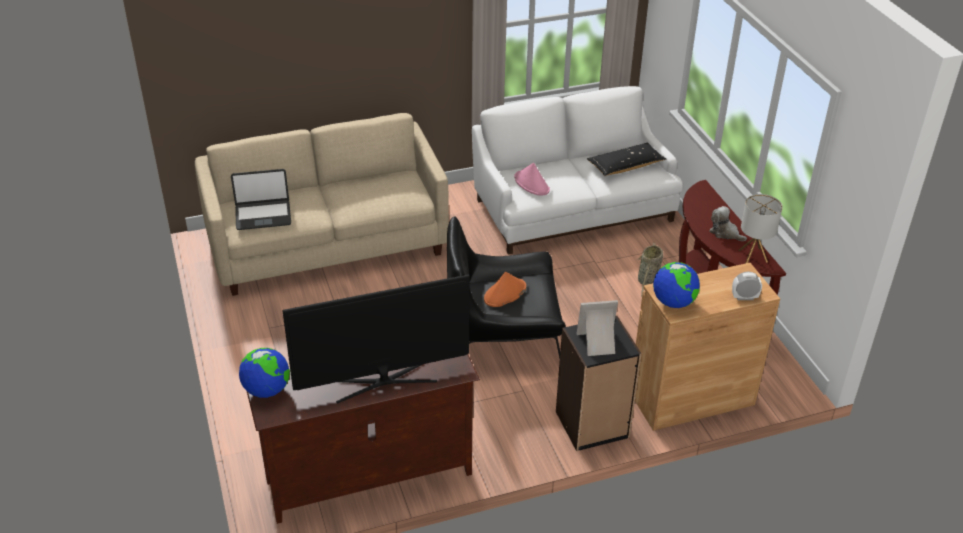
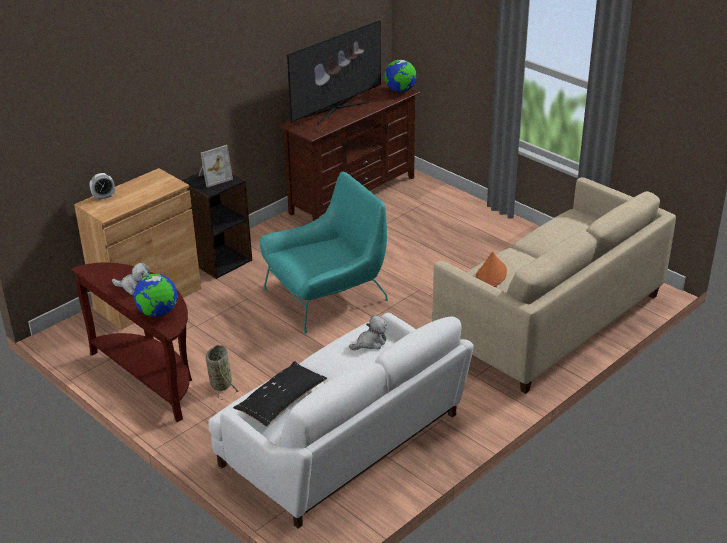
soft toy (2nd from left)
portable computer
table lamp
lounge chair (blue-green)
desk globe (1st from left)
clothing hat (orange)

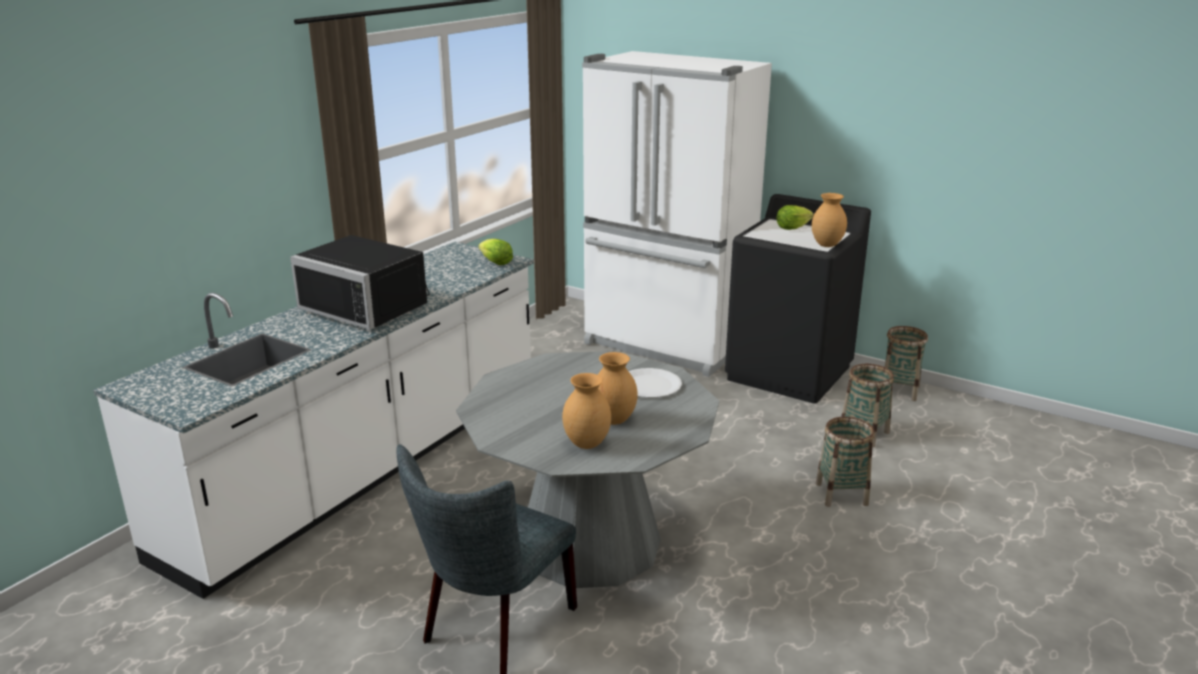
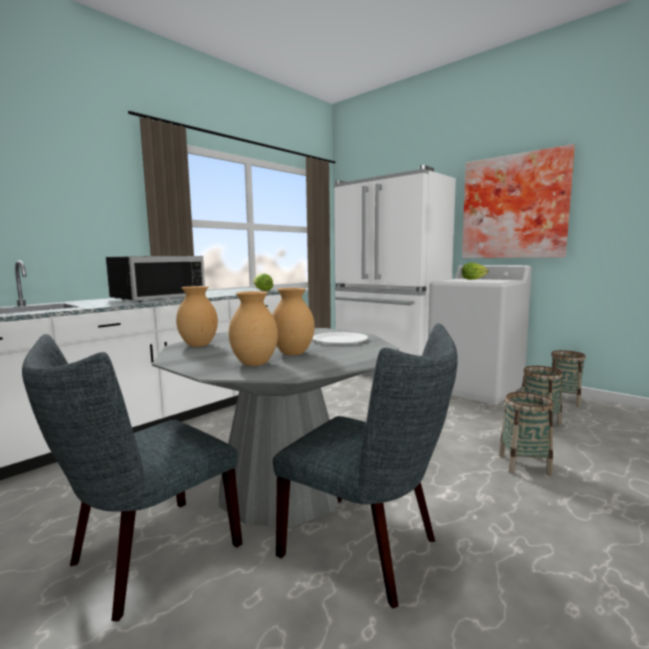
flower vase (brown) (1st from left)
washing machine (whitish)
microwave oven (black-coloured)
wall picture
chair (gray) (2nd from left)

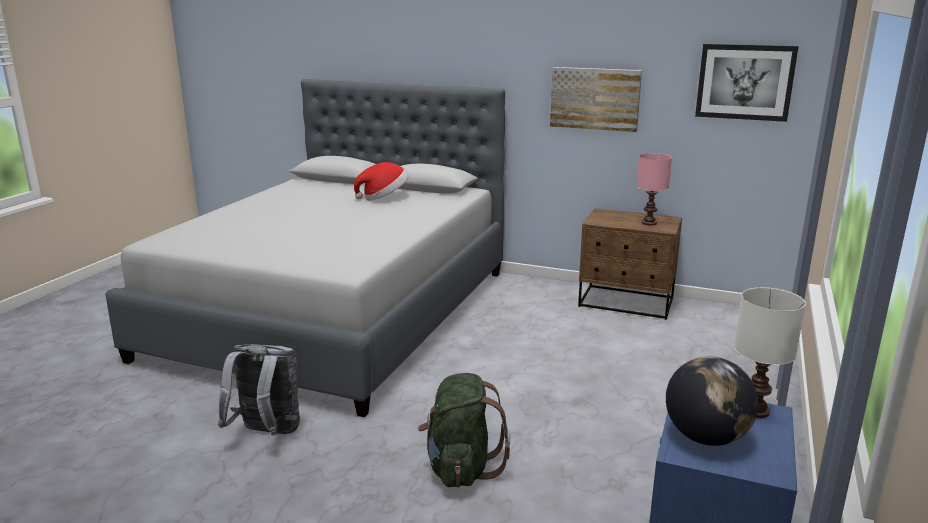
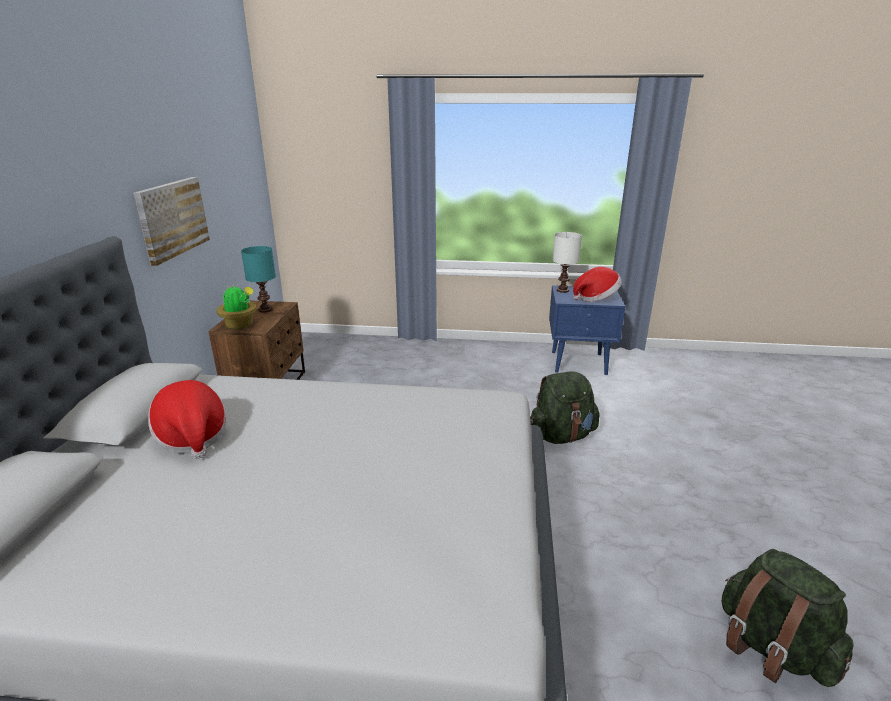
wall picture (2nd from left in the first image)
table lamp (blue-green)
rucksack (gray)
clothing hat (2nd from left)
houseplant
rucksack (greenish) (2nd from left)

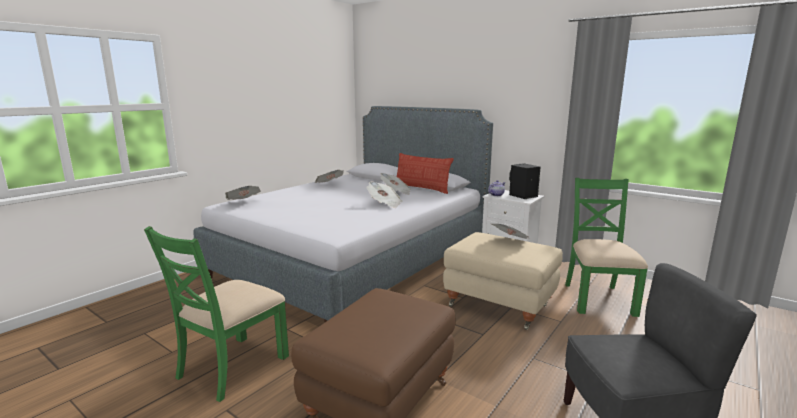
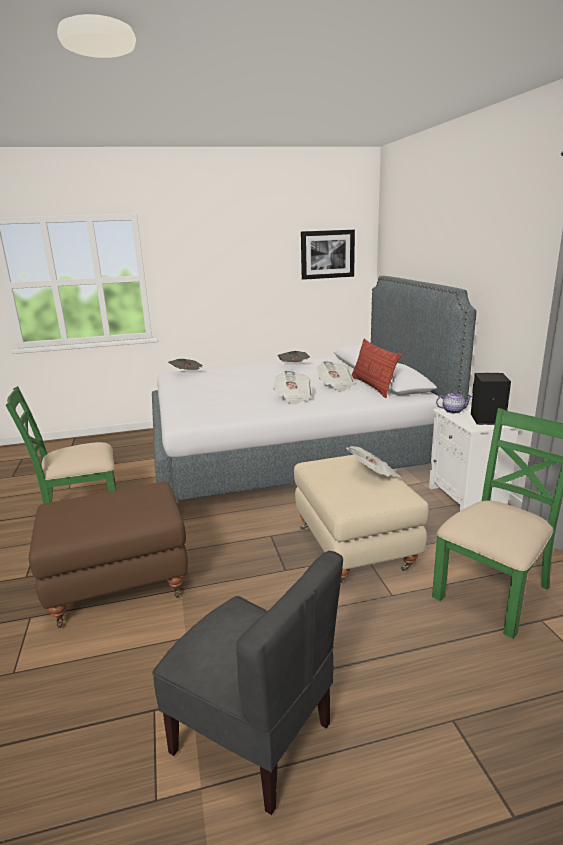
wall picture

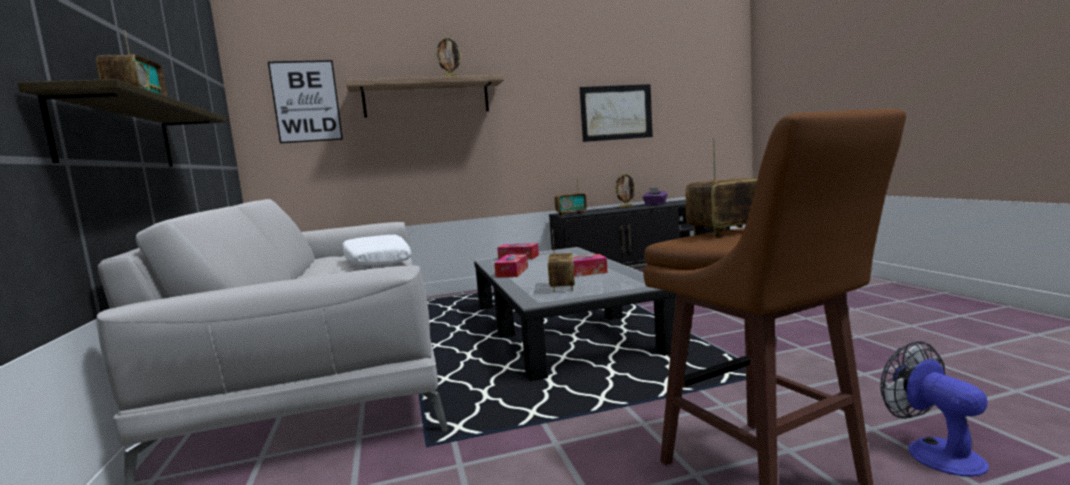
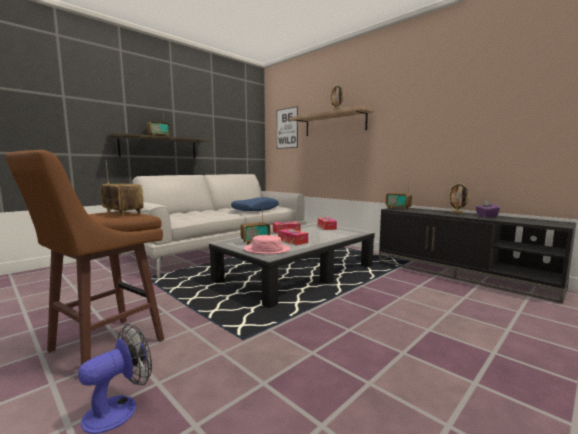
wall picture (2nd from left in the first image)
cushion (bluish)
clothing hat (pinkish)

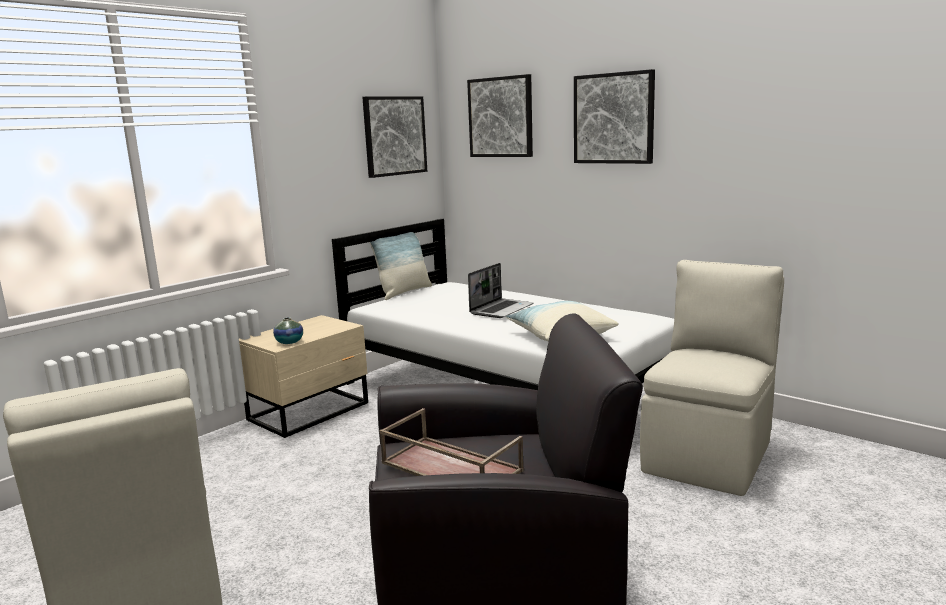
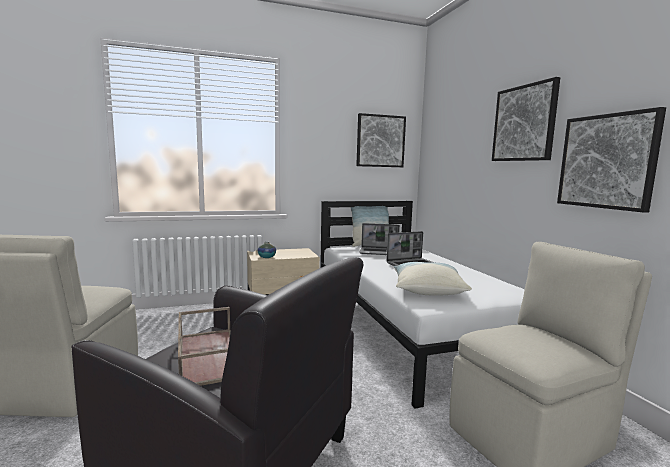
wall picture (3rd from left)
portable computer (1st from left)

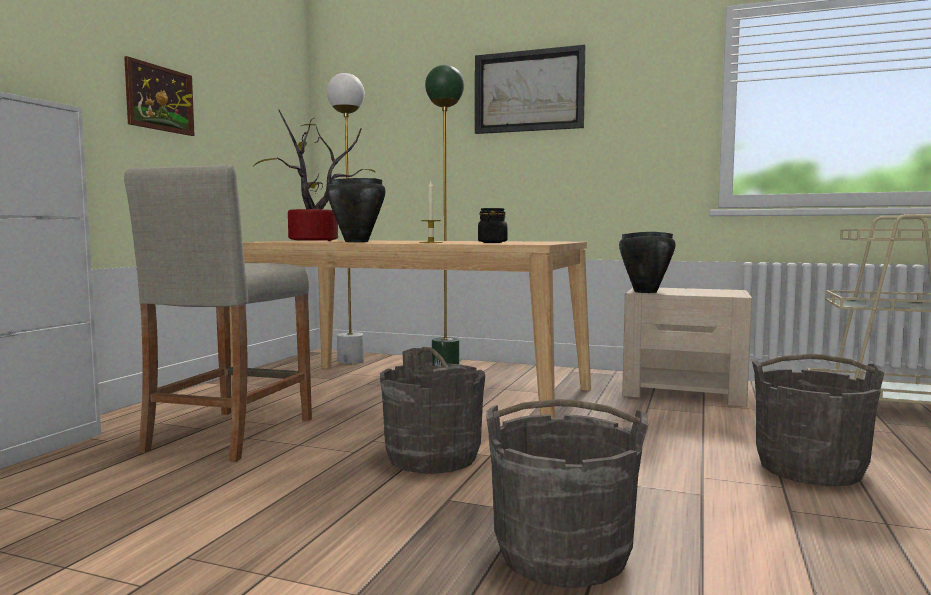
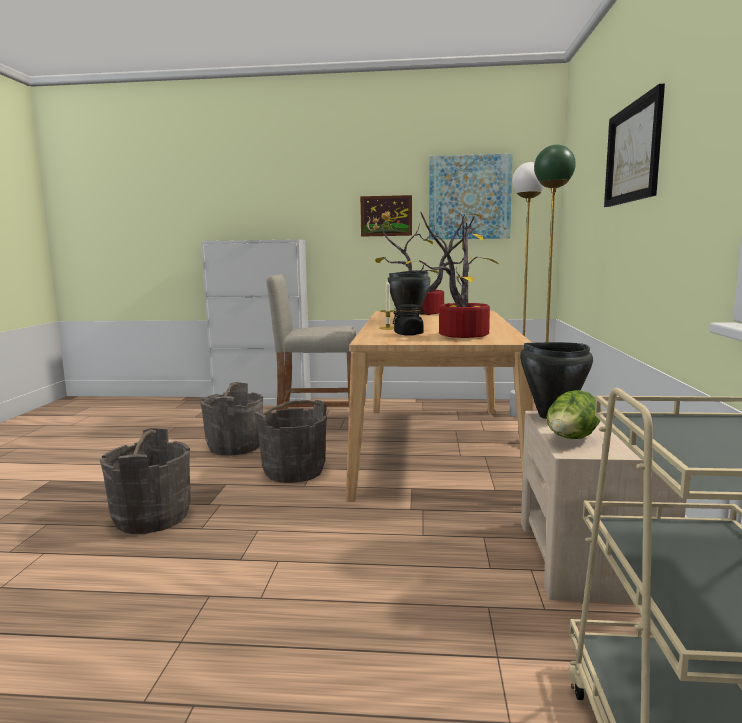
pail (gray) (2nd from left)
wall picture (2nd from left)
houseplant (2nd from left)
lettuce

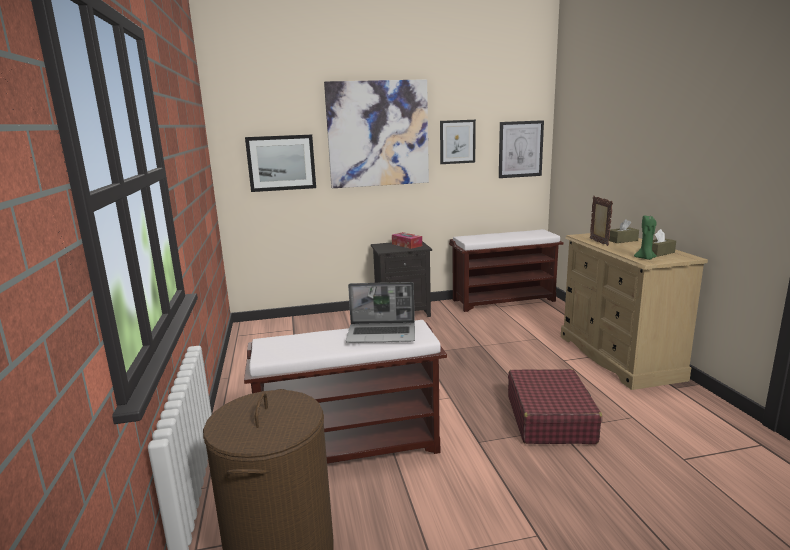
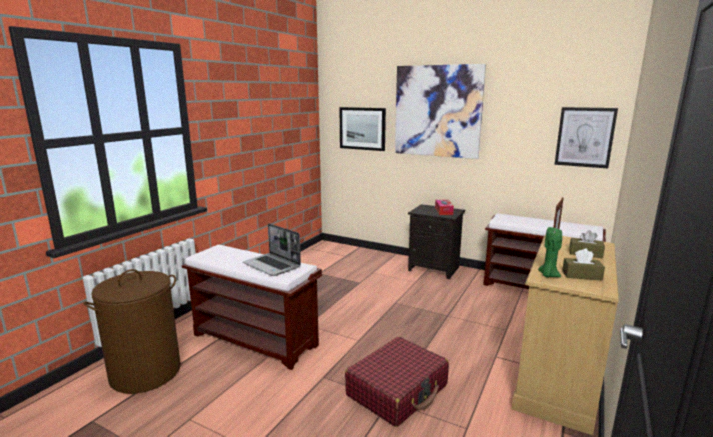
wall picture (3rd from left in the first image)

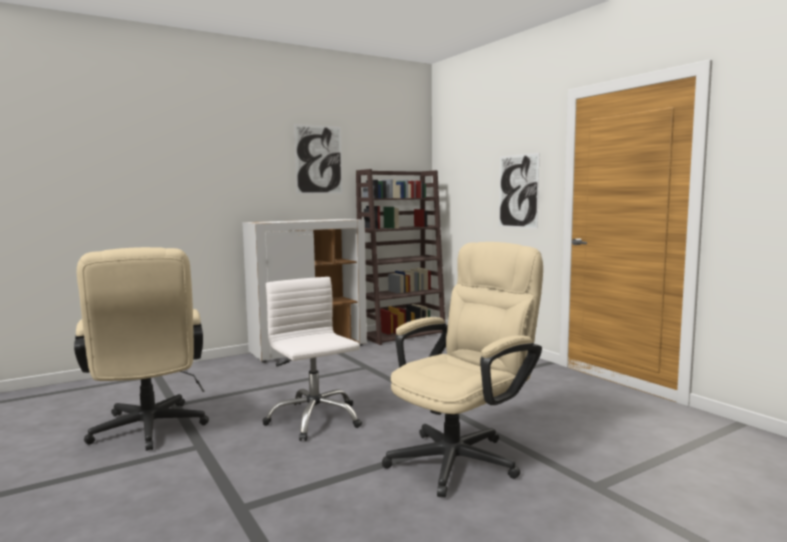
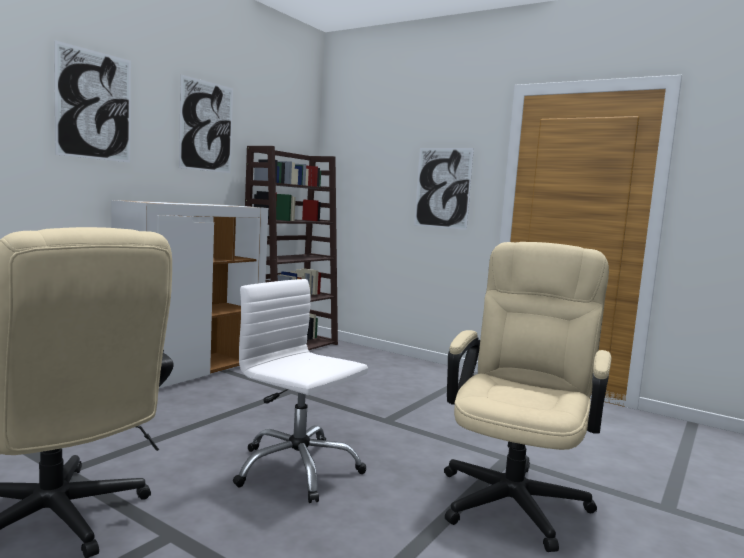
wall picture (1st from left)

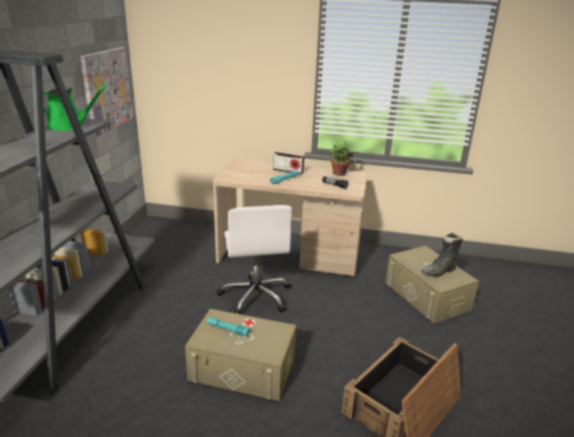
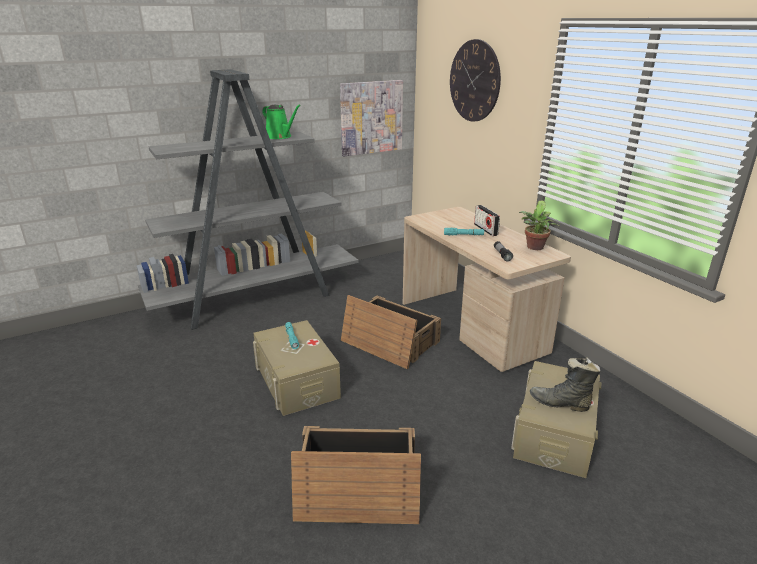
crate (2nd from left)
hanging clock

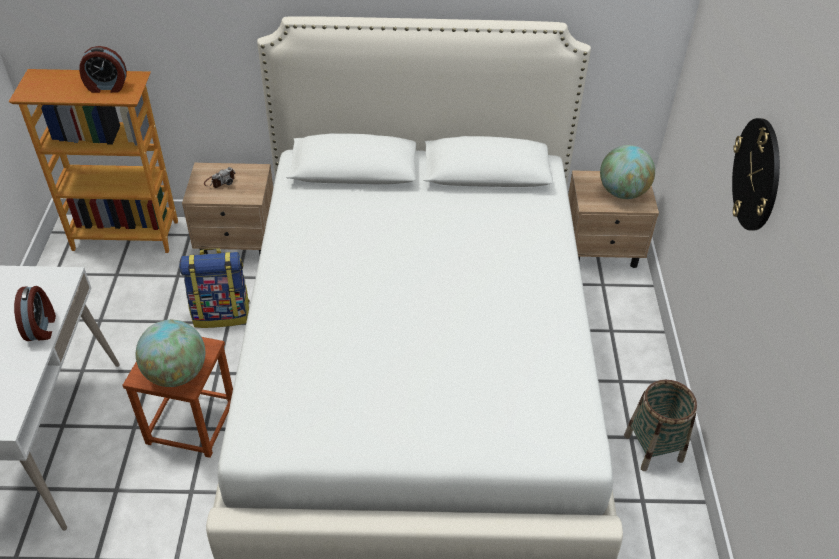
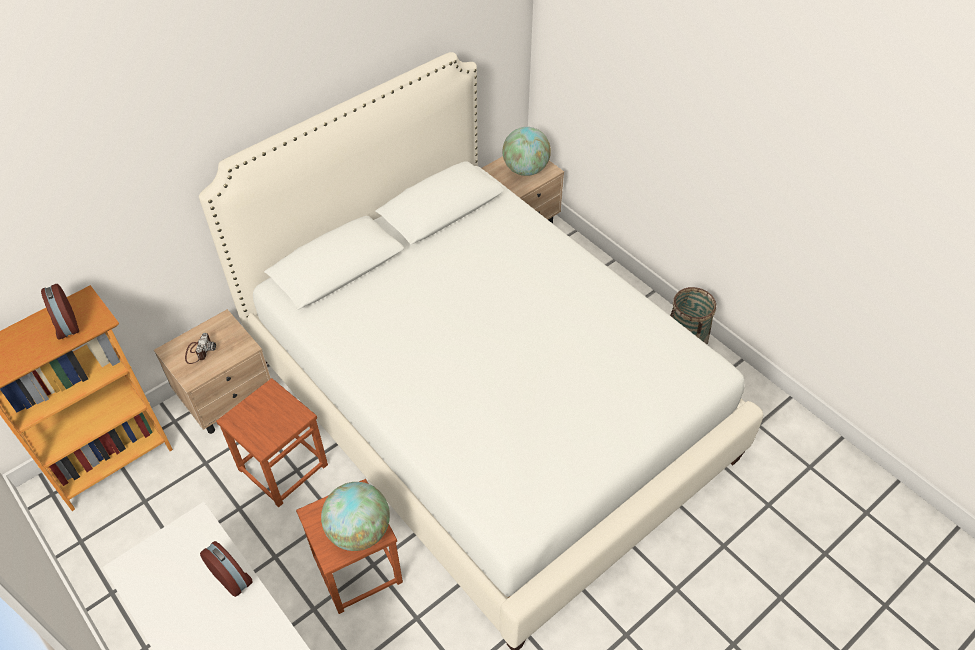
table clock (1st from left)
hanging clock
stool (brown) (1st from left)

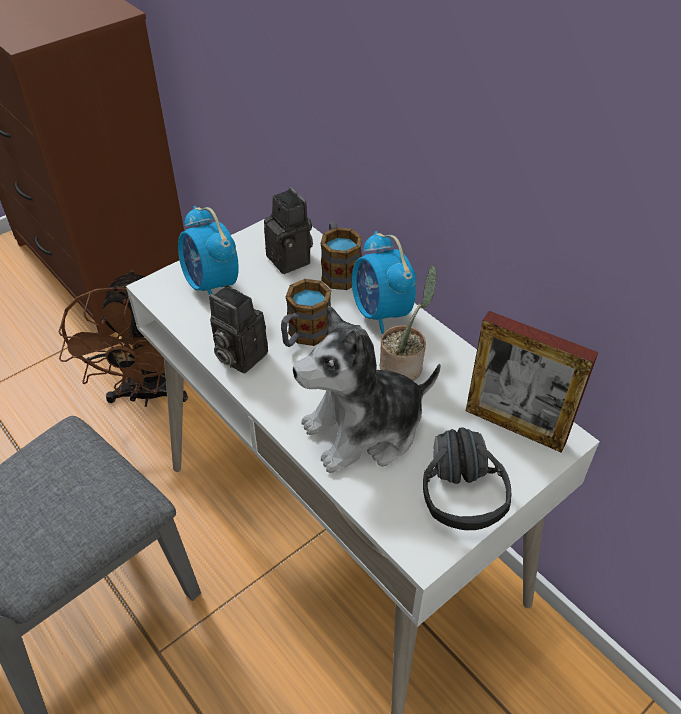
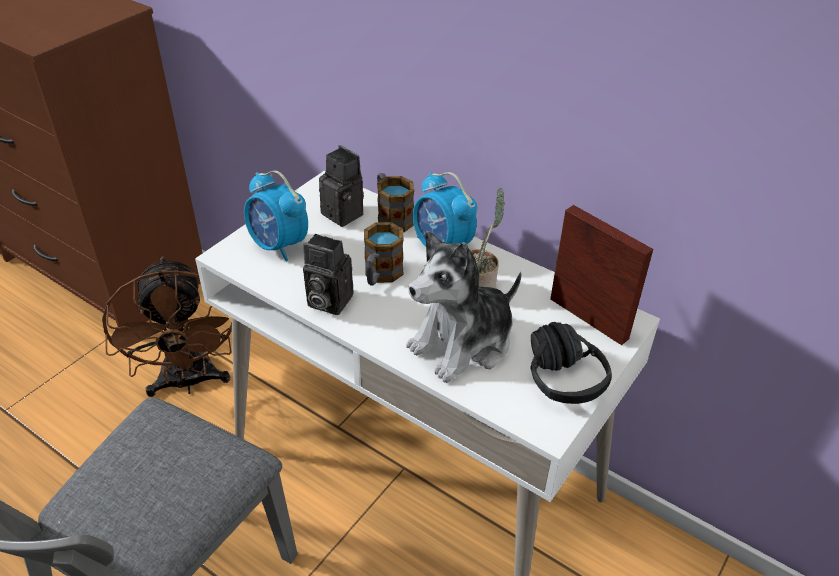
picture frame

